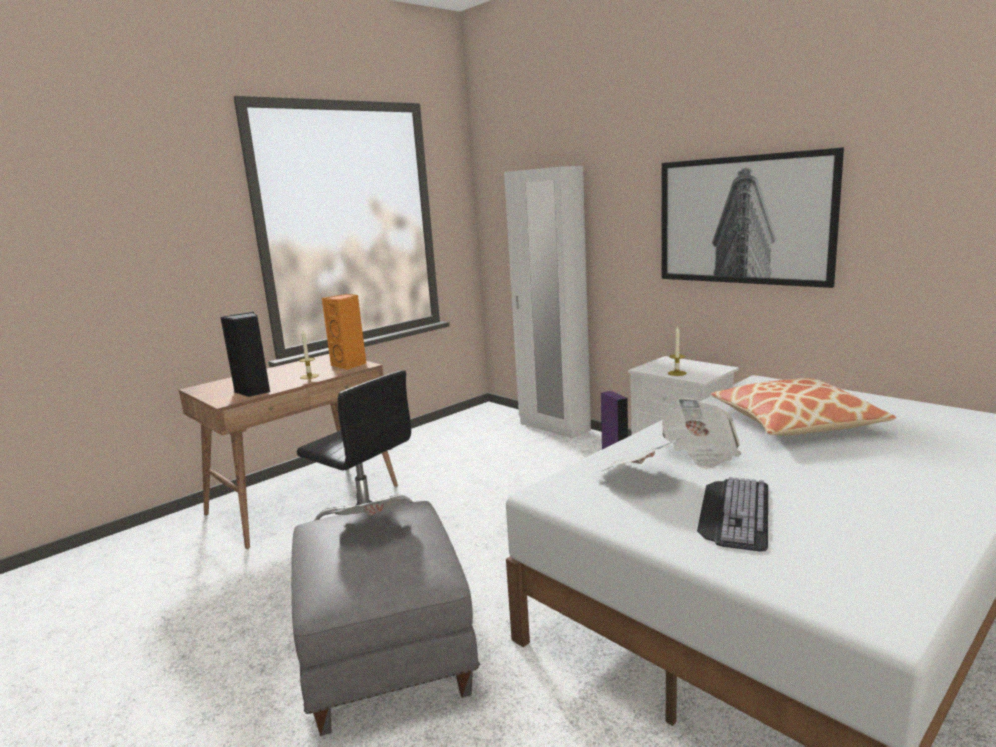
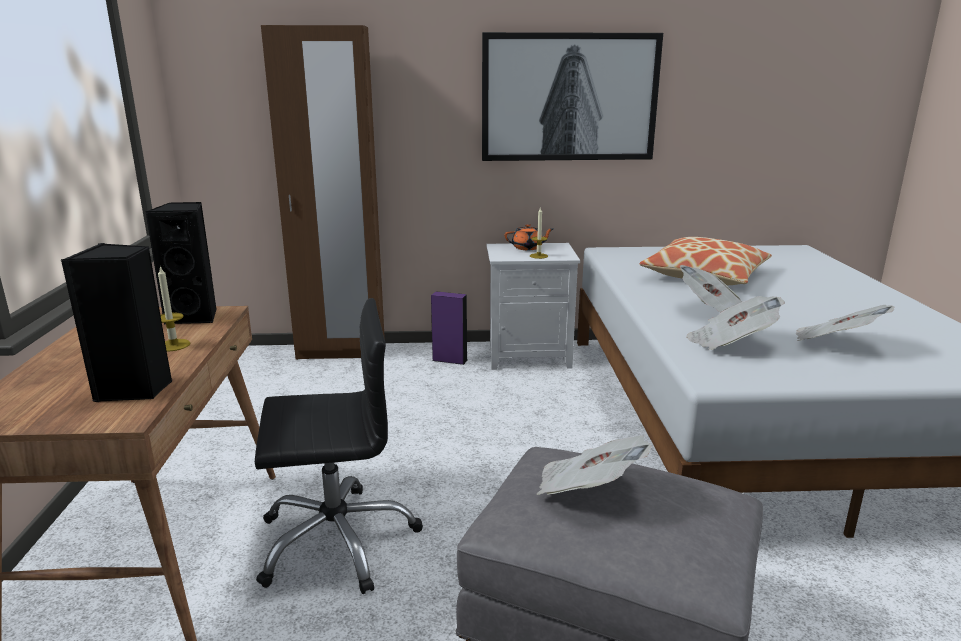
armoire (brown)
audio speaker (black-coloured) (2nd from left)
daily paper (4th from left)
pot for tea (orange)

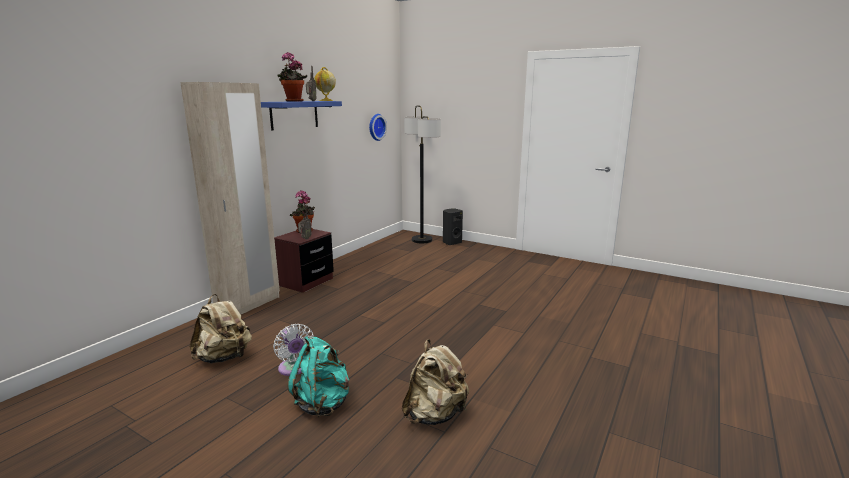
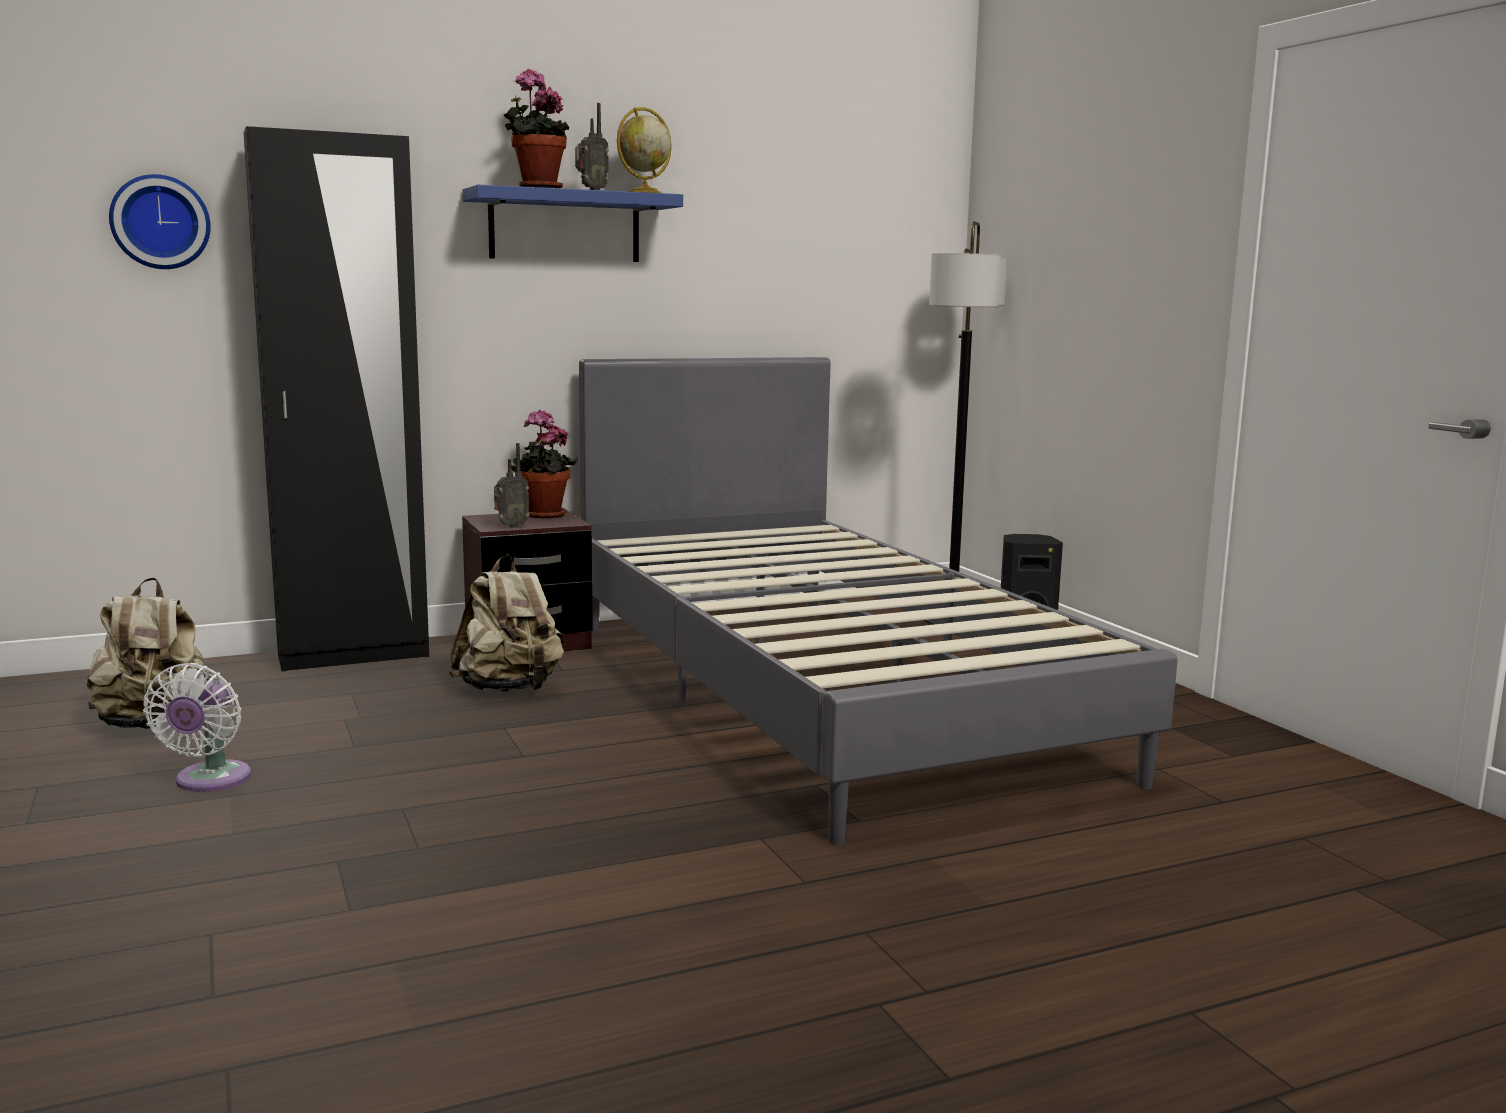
armoire (black-coloured)
hanging clock
rucksack (blue-green)
rucksack (beige-coloured) (2nd from left)
bed (gray)

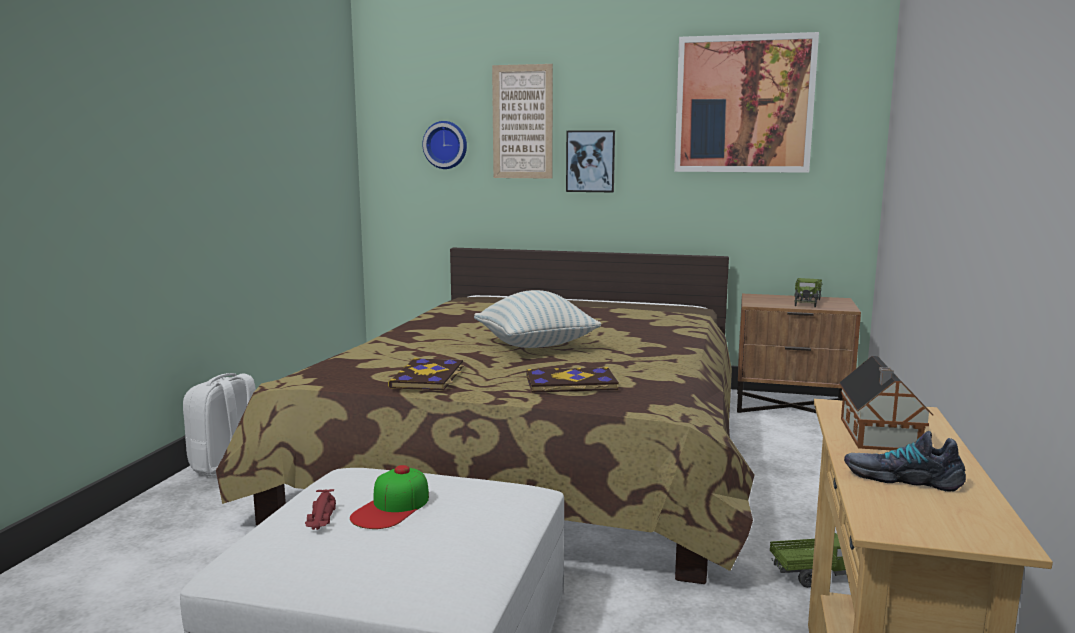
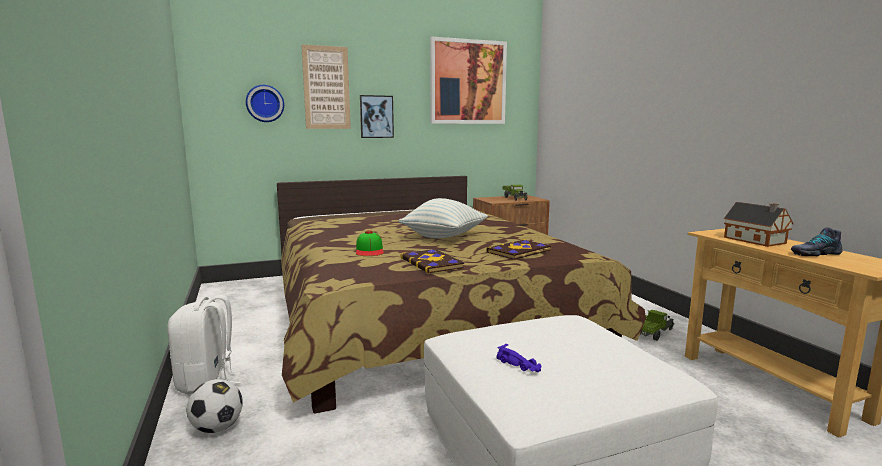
baseball cap
miniature car (purple-coloured)
football ball

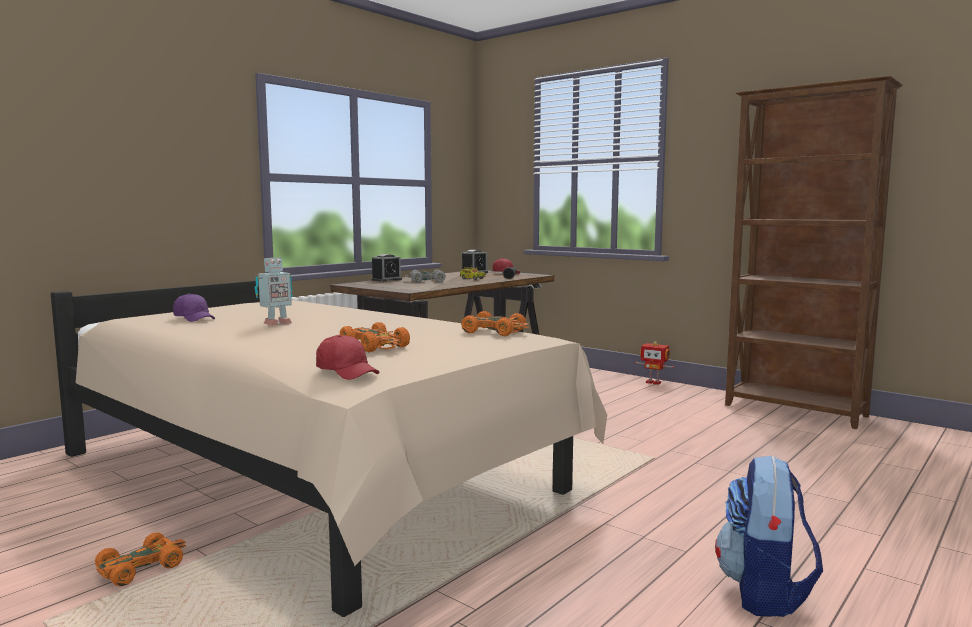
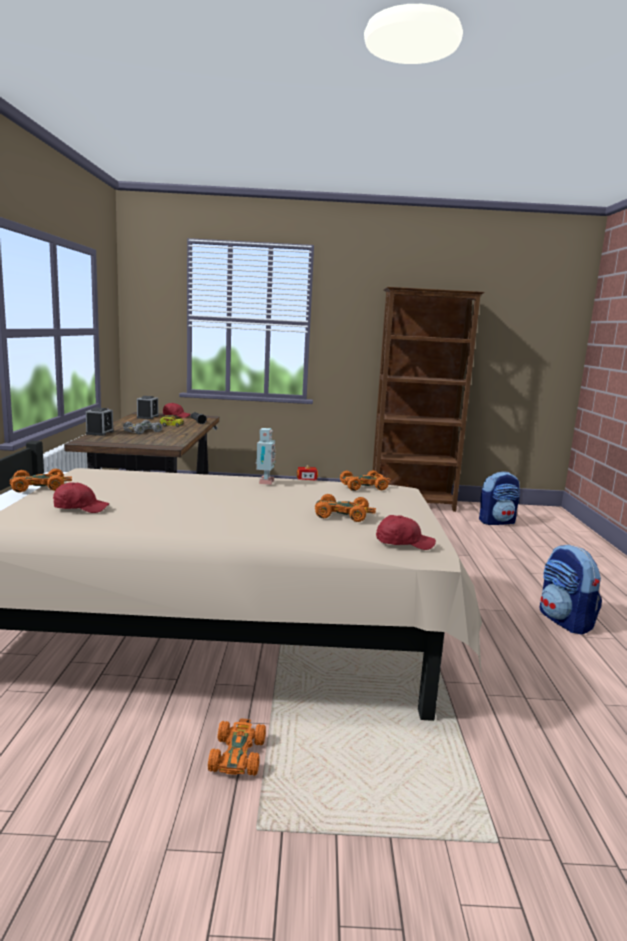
robot figure (1st from left)
baseball cap (red-coloured) (1st from left)
miniature car (orange) (1st from left)
rucksack (1st from left)

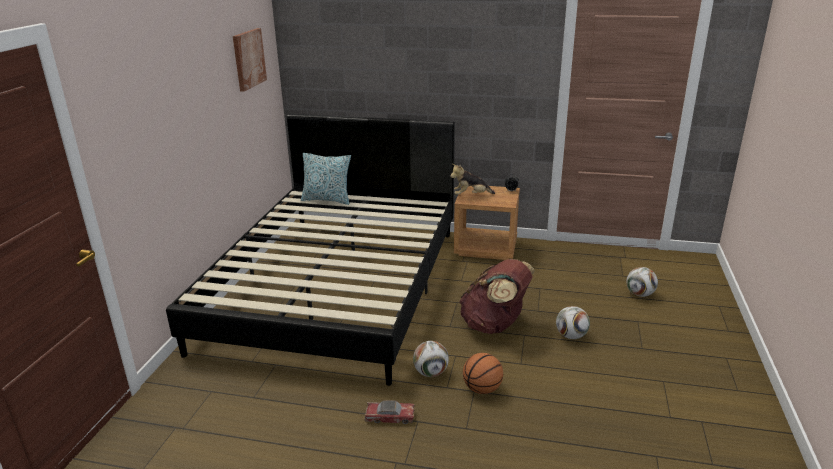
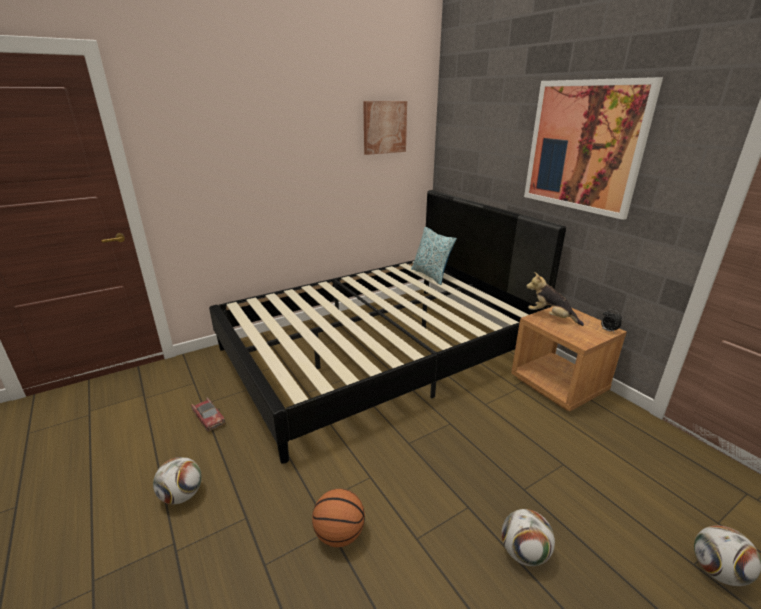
rucksack (brown)
football ball (1st from left)
miniature car
wall picture (2nd from left)

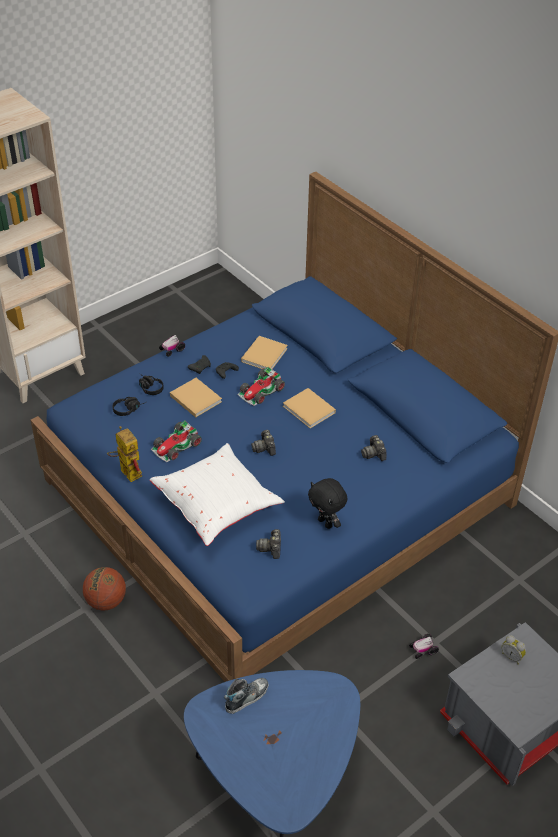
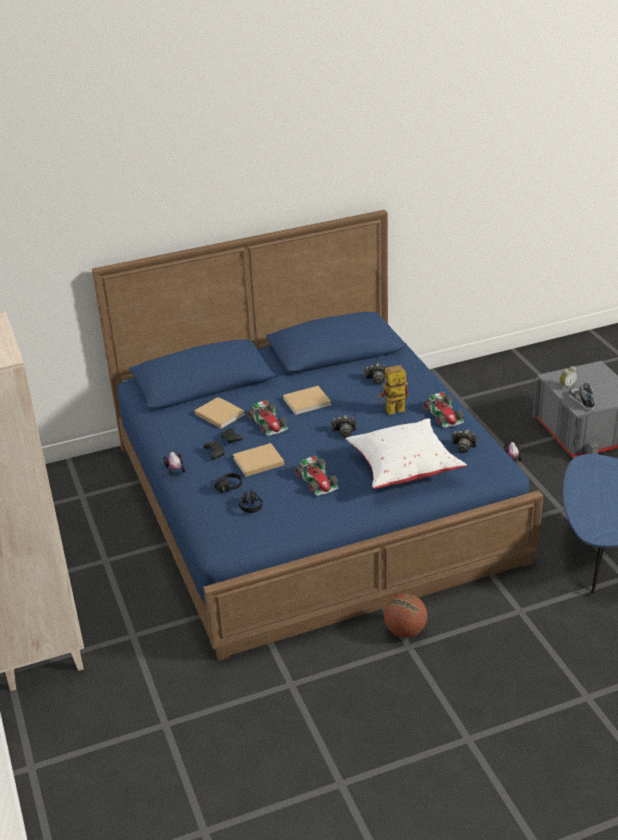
robot figure
miniature car (4th from left)
shoe

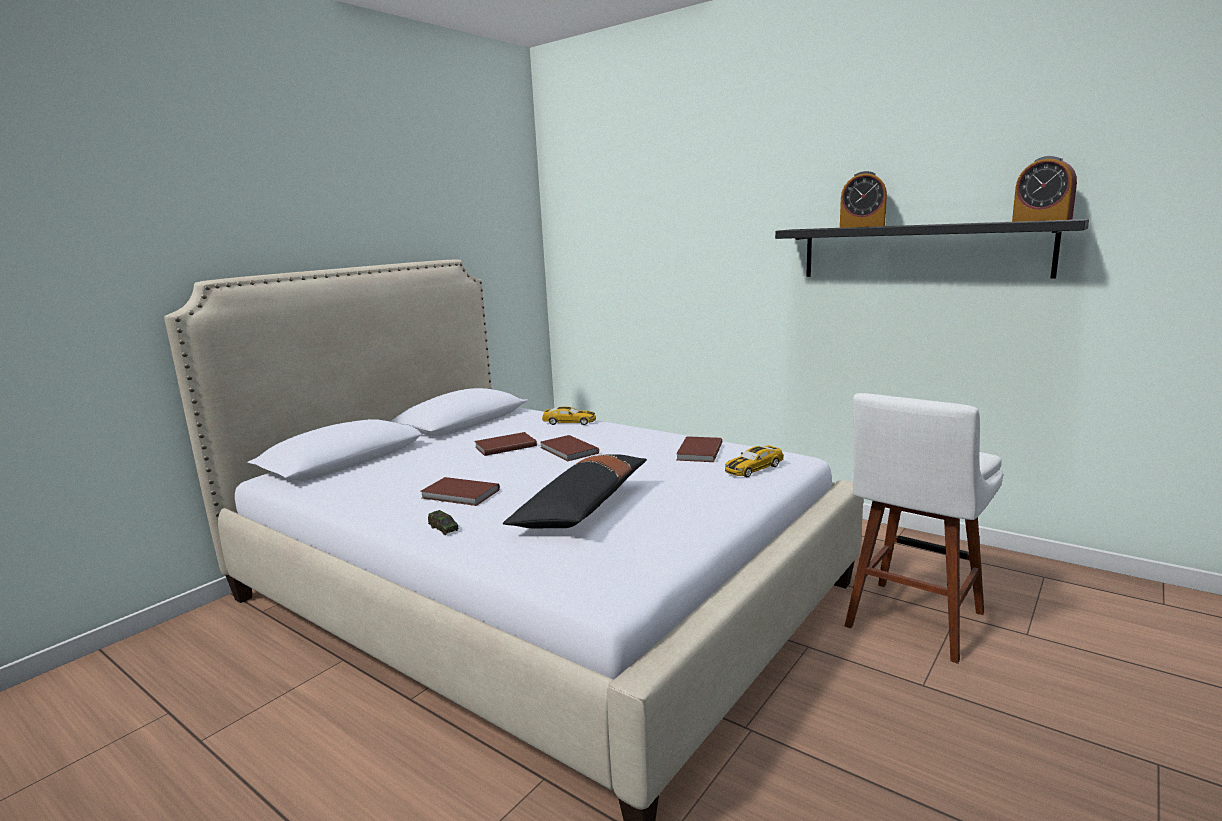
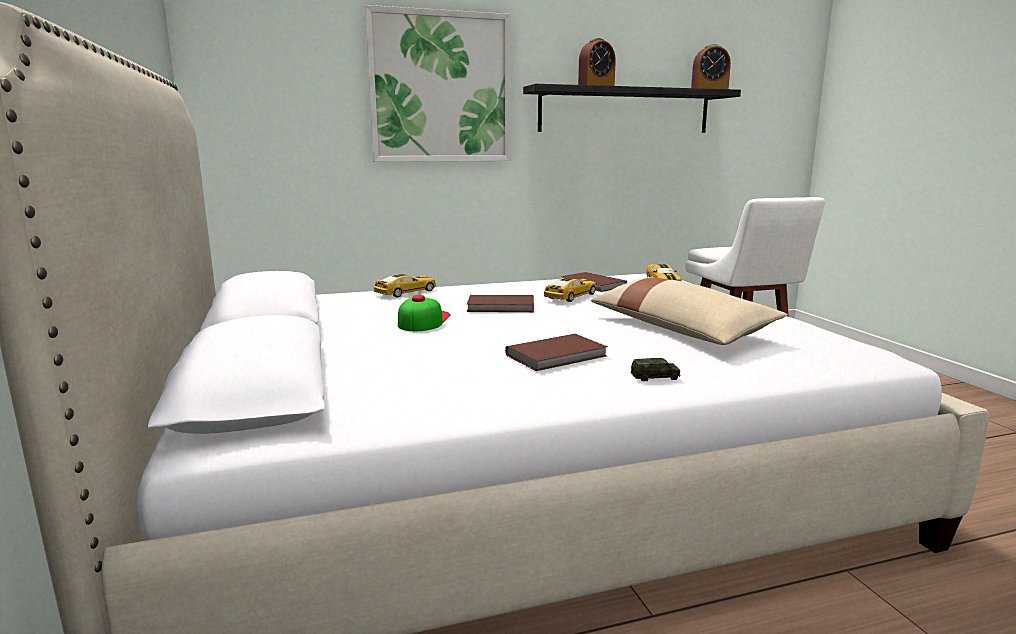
baseball cap
cushion (beige-coloured)
wall picture
miniature car (2nd from left)

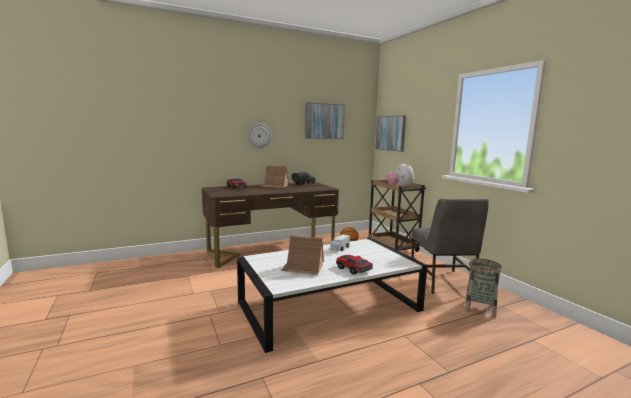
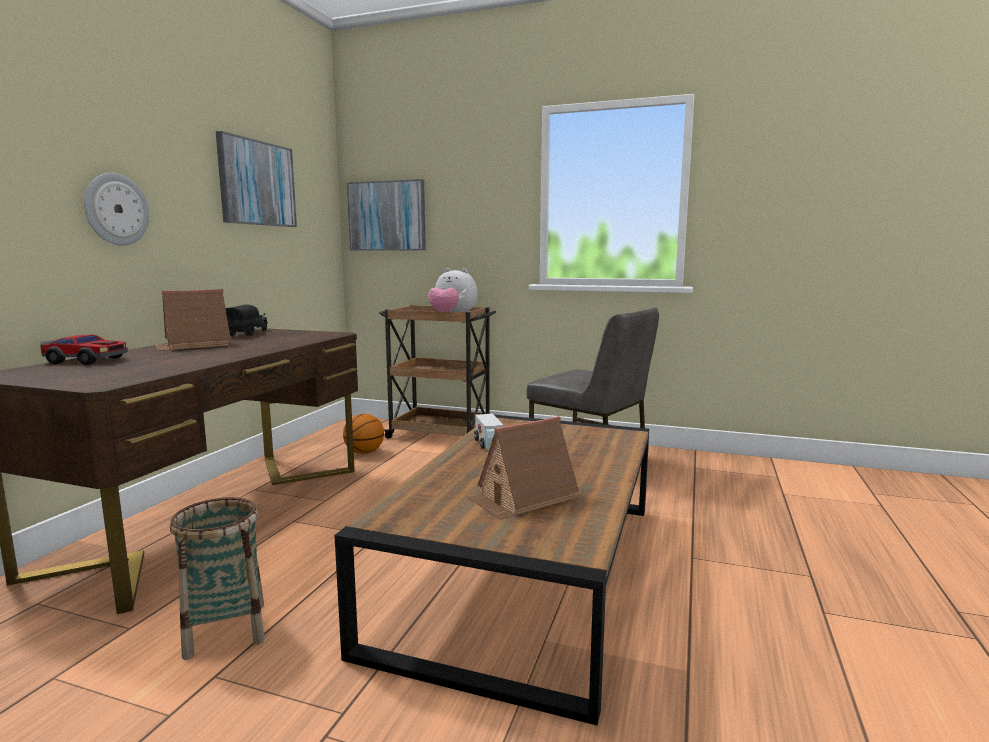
coffee table (brown)
miniature car (2nd from left in the first image)
household basket

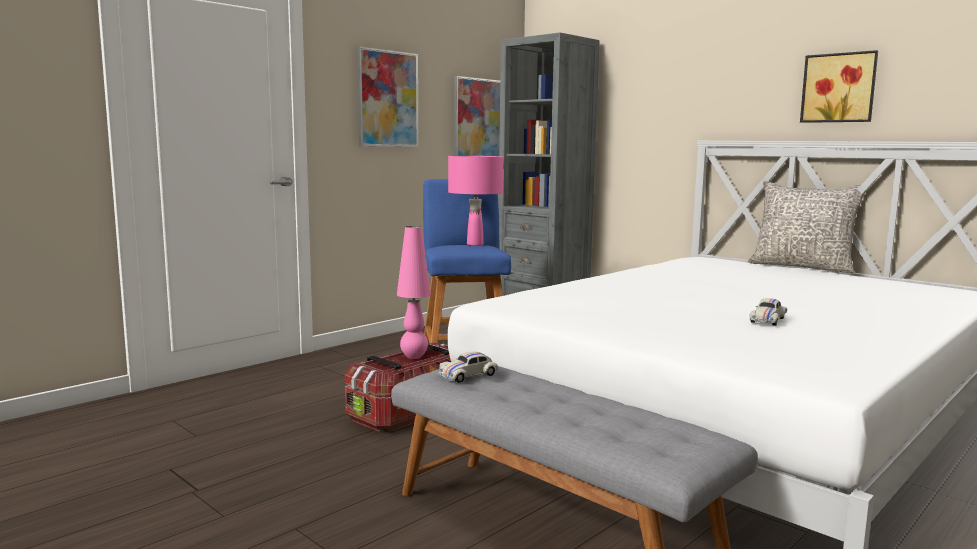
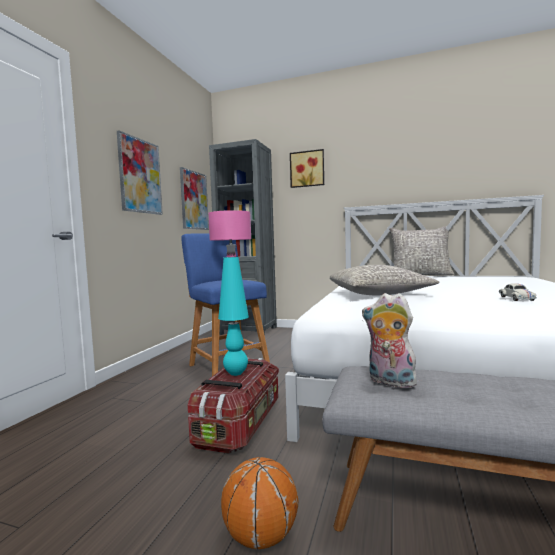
wall picture (3rd from left)
table lamp (blue-green)
soft toy
cushion (gray) (1st from left)
basketball ball

